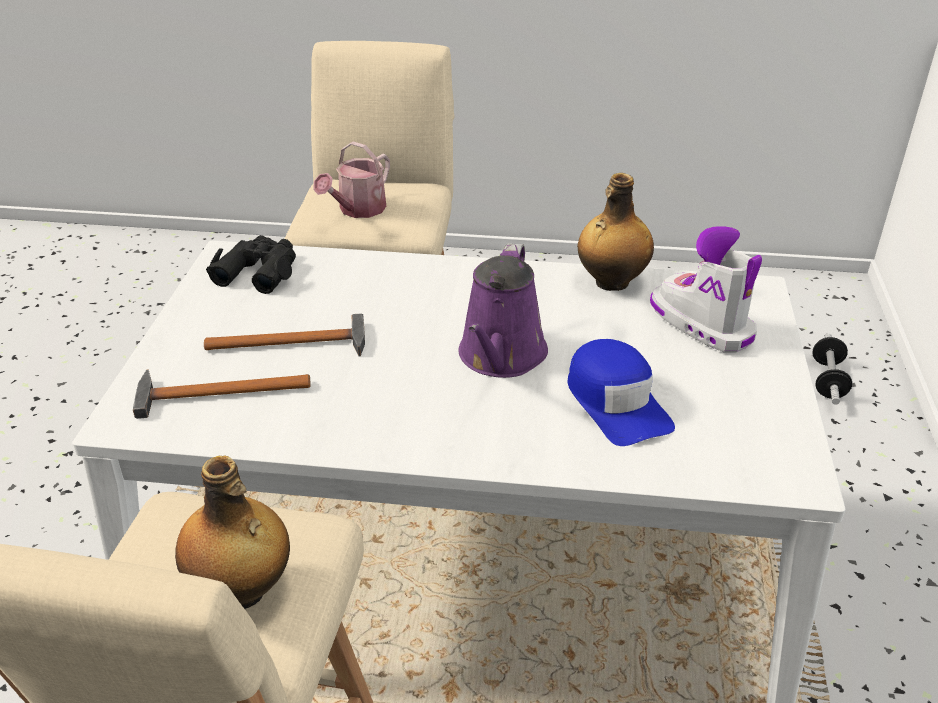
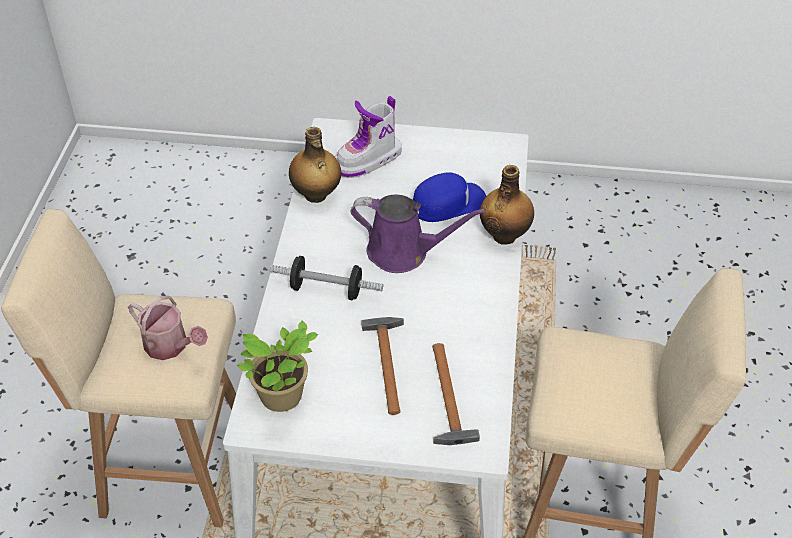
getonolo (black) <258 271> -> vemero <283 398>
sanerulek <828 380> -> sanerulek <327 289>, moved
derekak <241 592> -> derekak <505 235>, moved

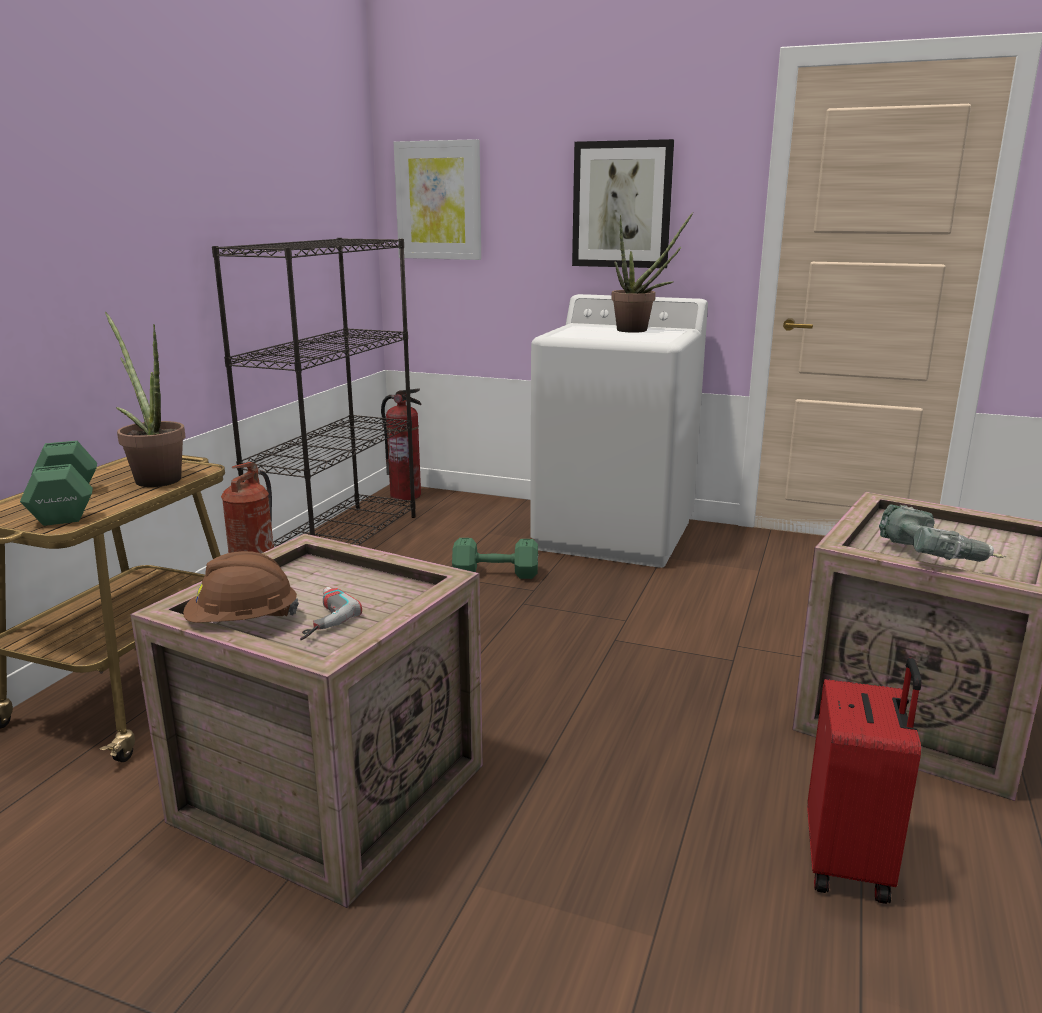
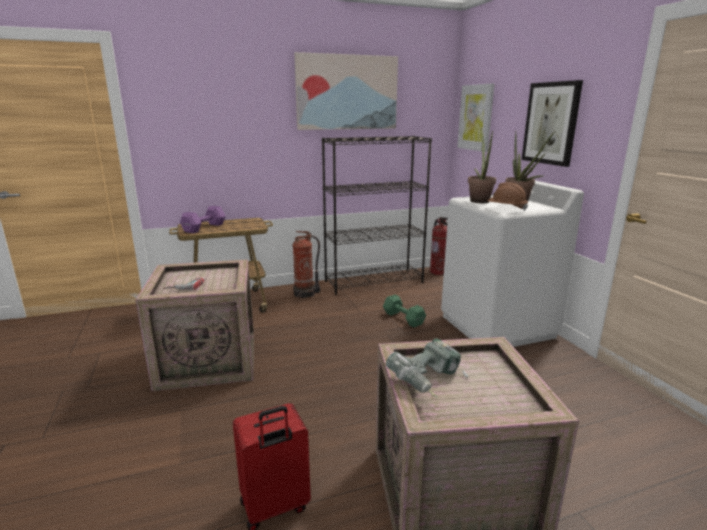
sanerulek (green) <64 506> -> sanerulek (purple) <203 228>
none -> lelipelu <347 92>
vemero <154 478> -> vemero <479 200>, moved
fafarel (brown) <242 623> -> fafarel (brown) <506 209>, moved

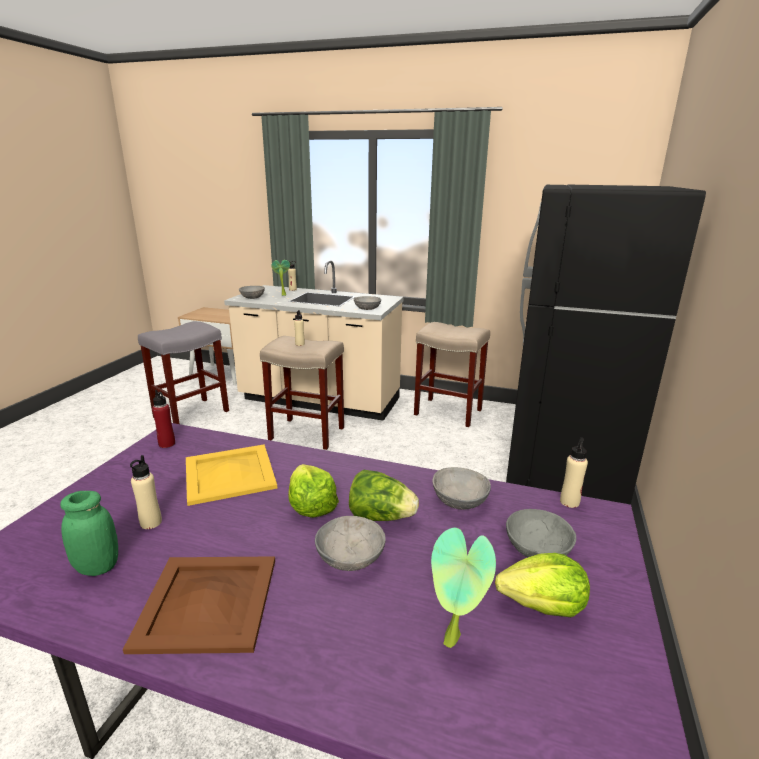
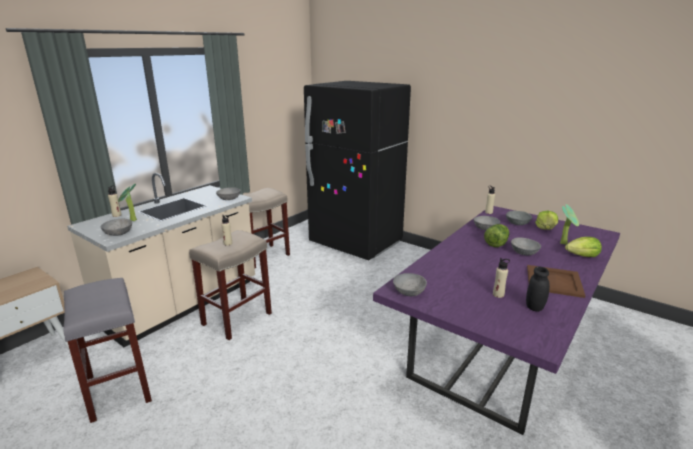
derekak (red) <167 444> -> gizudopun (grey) <409 291>
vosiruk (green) <97 567> -> vosiruk (black) <534 307>
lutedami <311 505> -> lutedami <582 256>, moved
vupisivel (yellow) <230 473> -> none

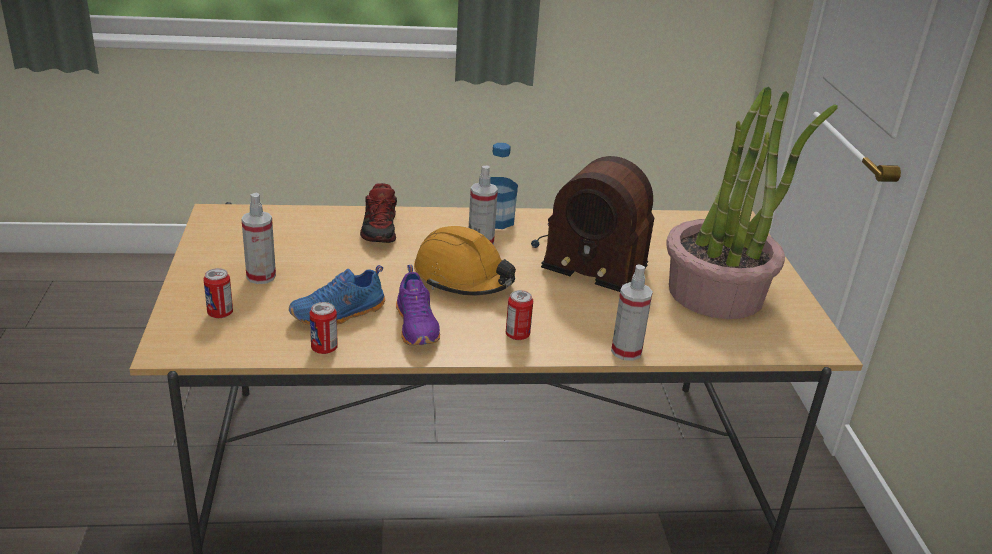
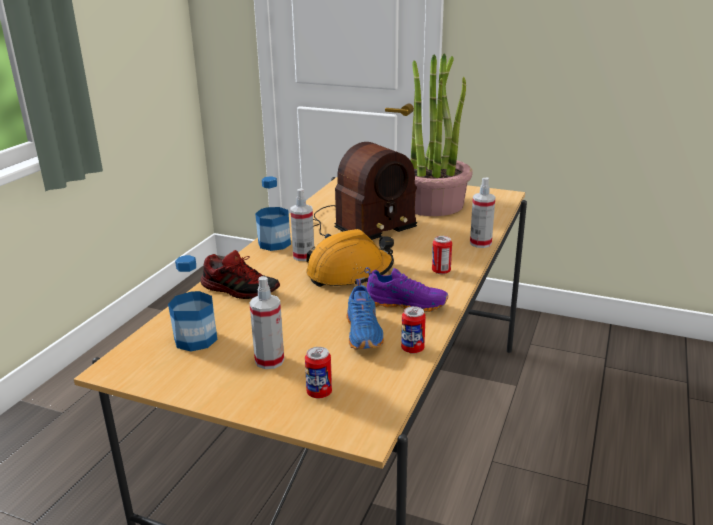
none -> derekak <195 339>

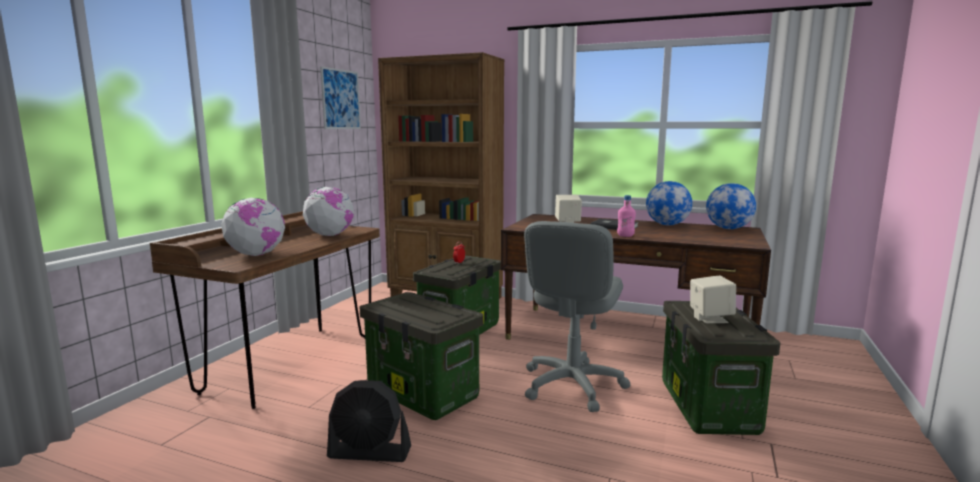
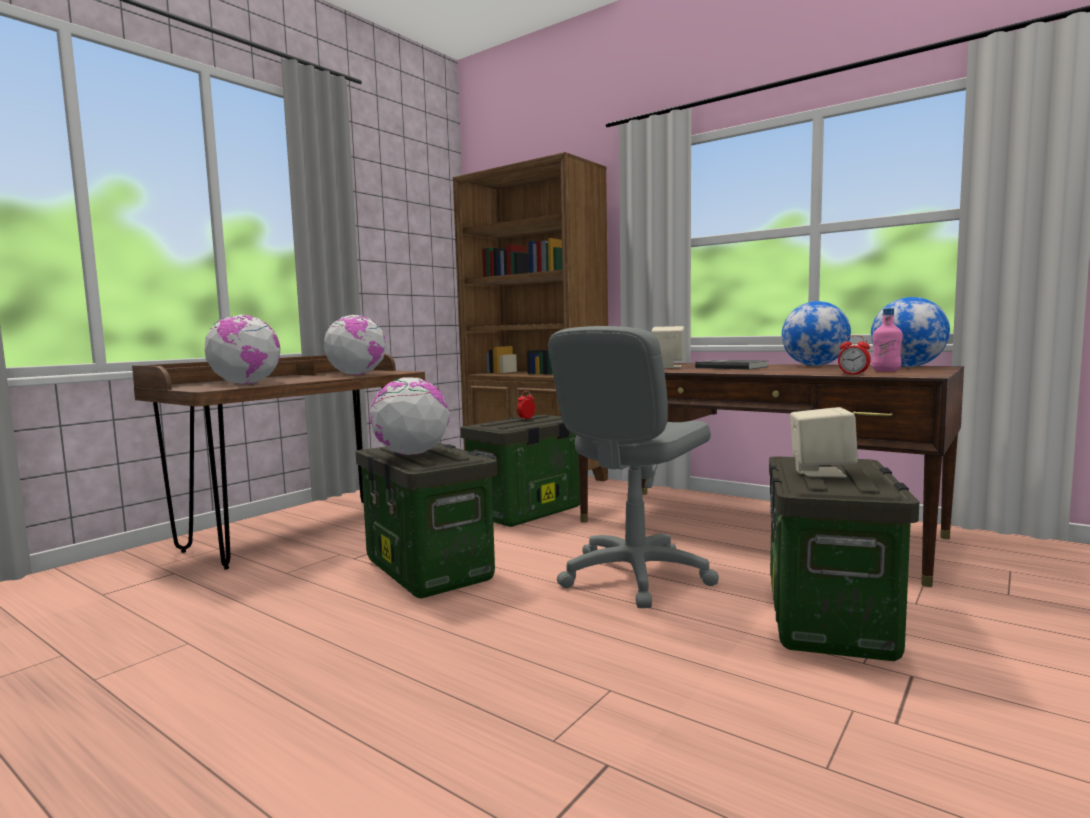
none -> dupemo <411 454>
none -> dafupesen <853 374>
derekak (pink) <625 236> -> derekak (pink) <886 371>, moved
lelipelu <341 99> -> none
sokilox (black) <370 452> -> none

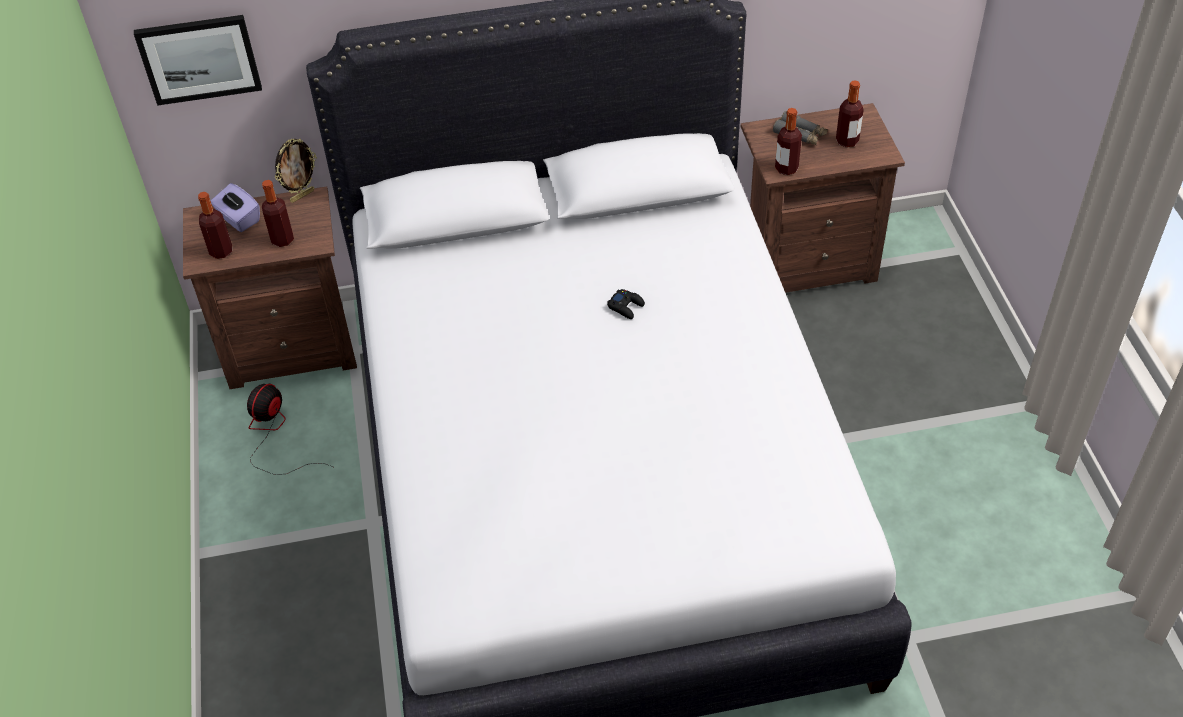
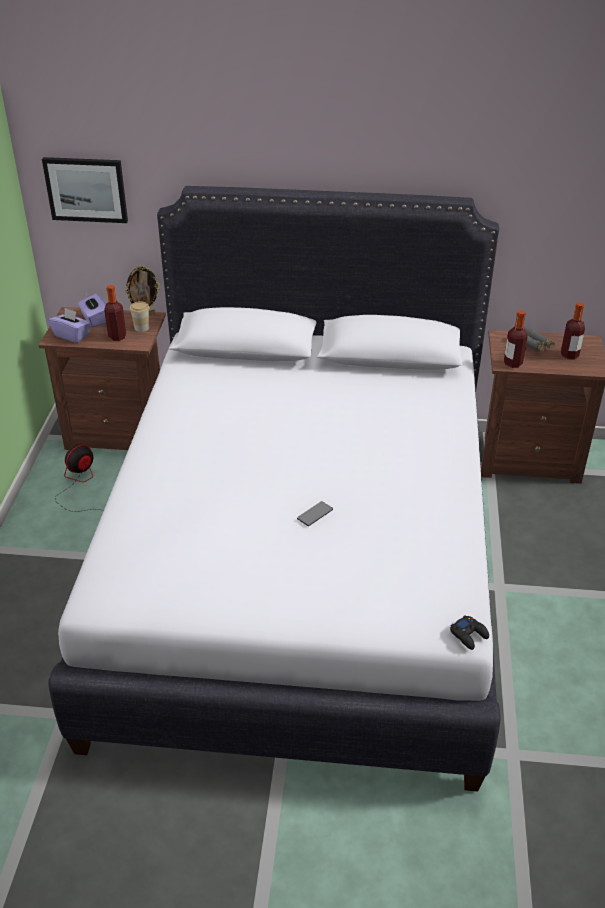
derekak <221 251> -> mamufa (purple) <72 335>
none -> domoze <141 328>
none -> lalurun <315 514>
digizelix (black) <626 306> -> digizelix (black) <469 635>, moved

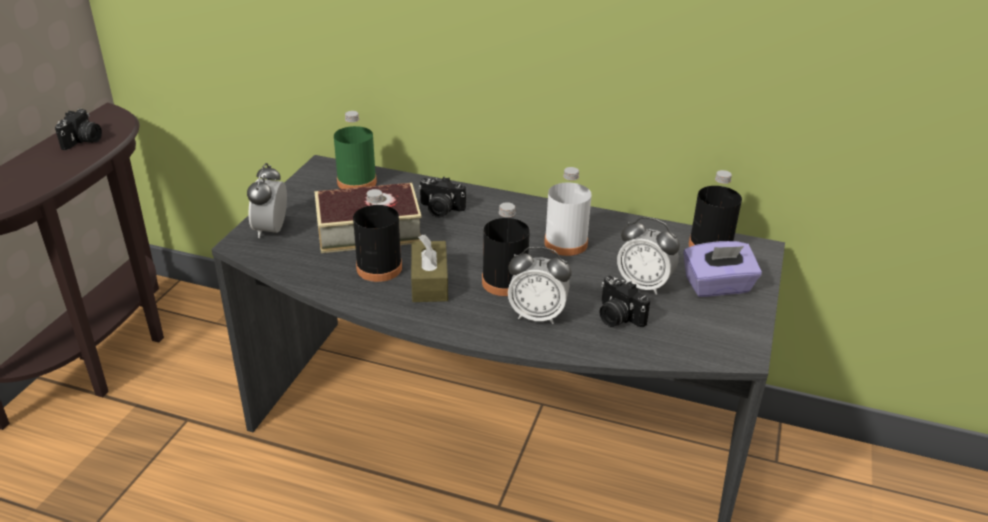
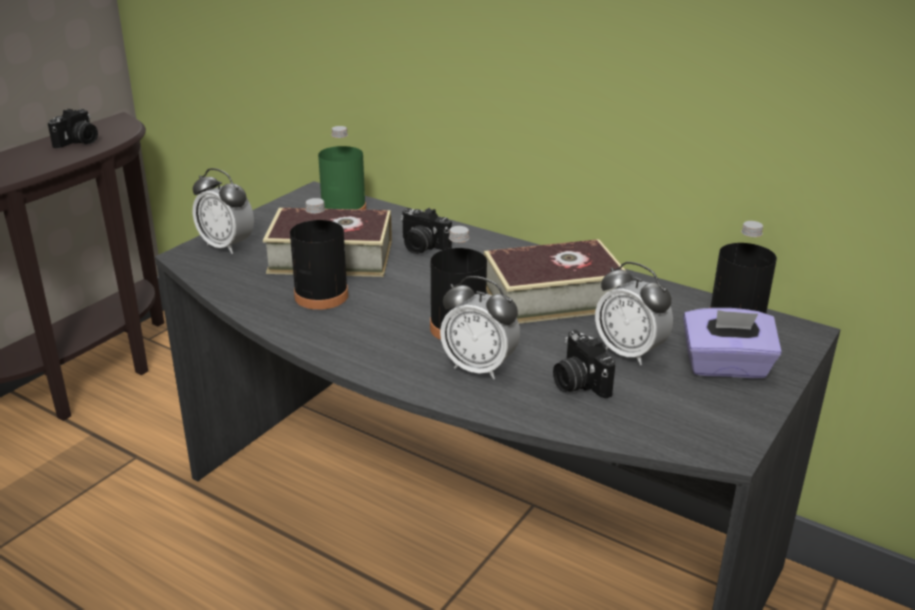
dafupesen <271 230> -> dafupesen <226 246>, 75 degrees counterclockwise
derekak (white) <566 243> -> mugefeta <552 297>
mamufa (brown) <429 282> -> none

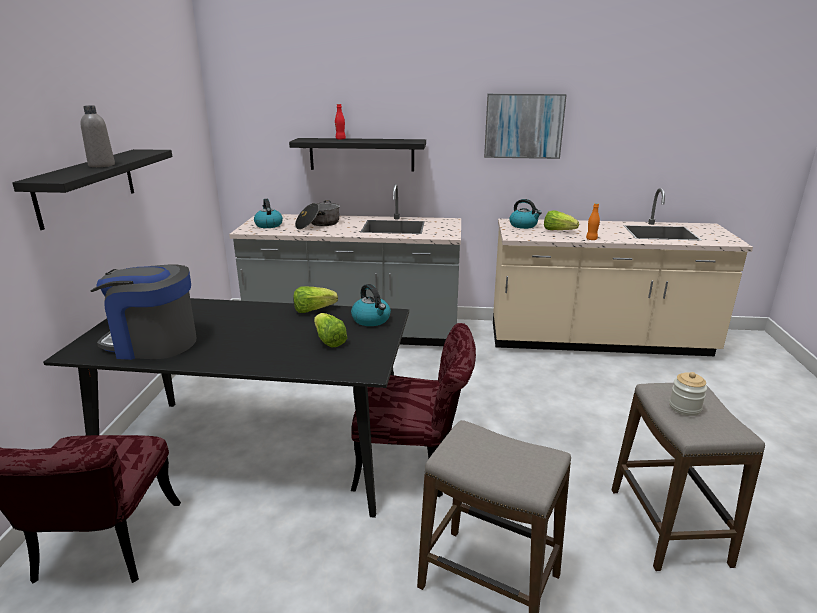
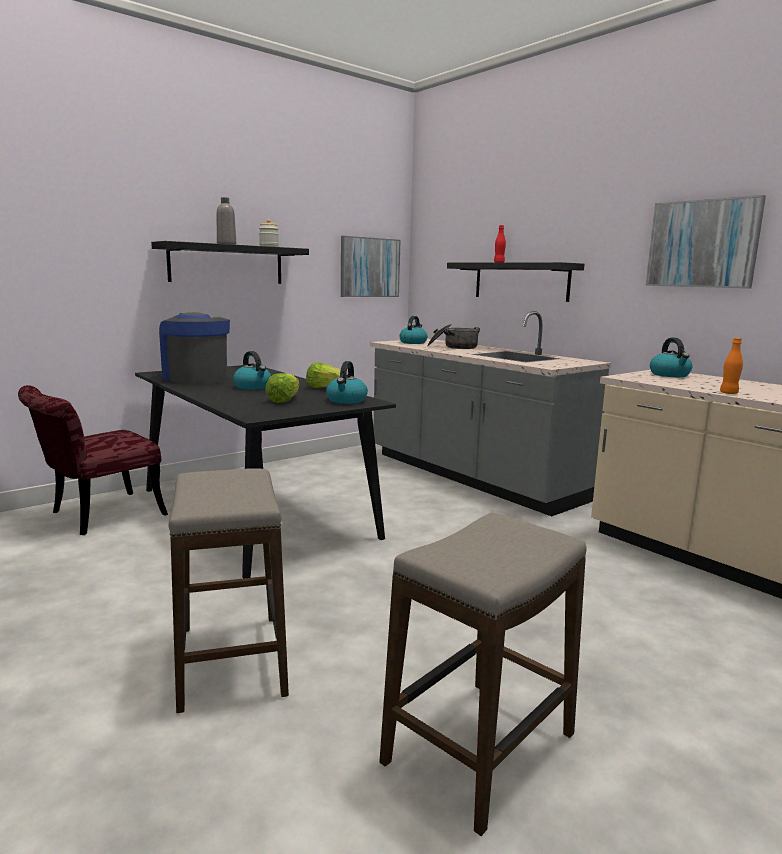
none -> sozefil <253 387>
vosiruk <684 408> -> vosiruk <269 246>, moved
none -> lelipelu <369 267>
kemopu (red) <415 465> -> none
lutedami <558 231> -> none

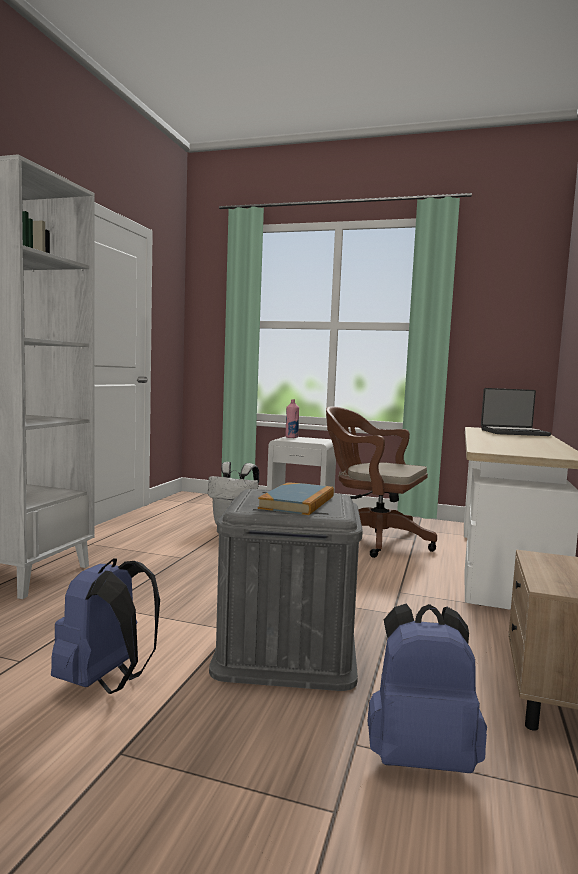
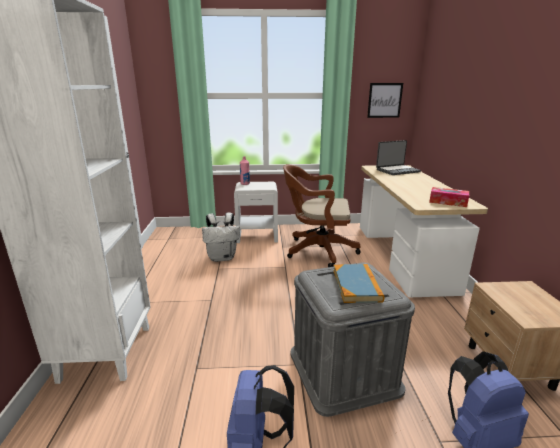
none -> lelipelu <384 100>
none -> mamufa <448 202>

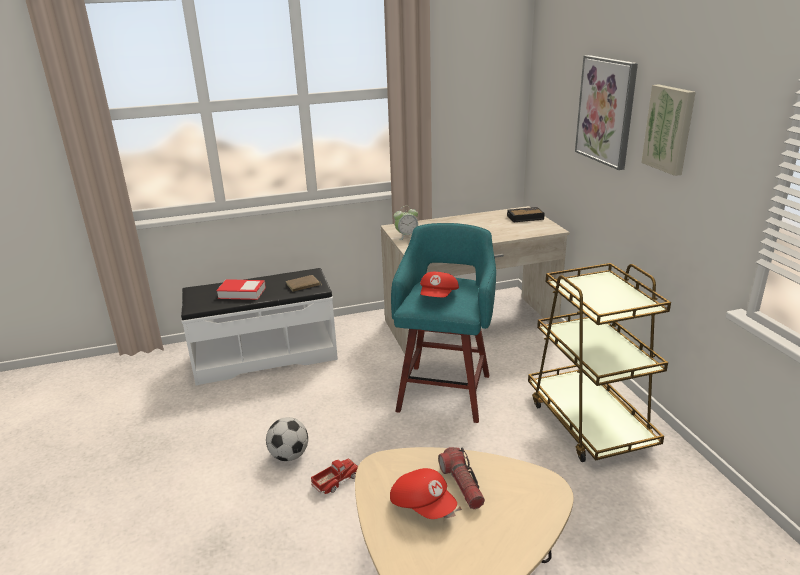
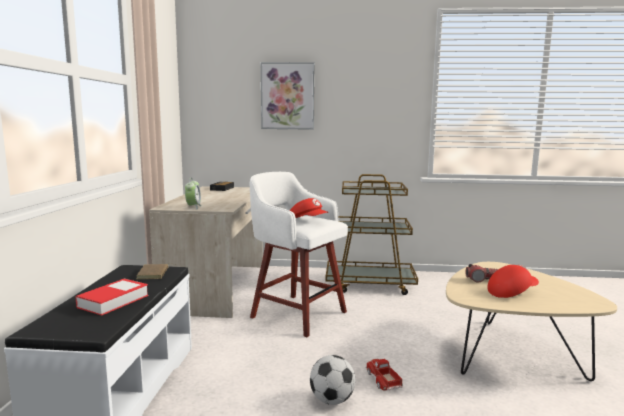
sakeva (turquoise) <445 390> -> sakeva (white) <296 314>
lelipelu <670 129> -> none

